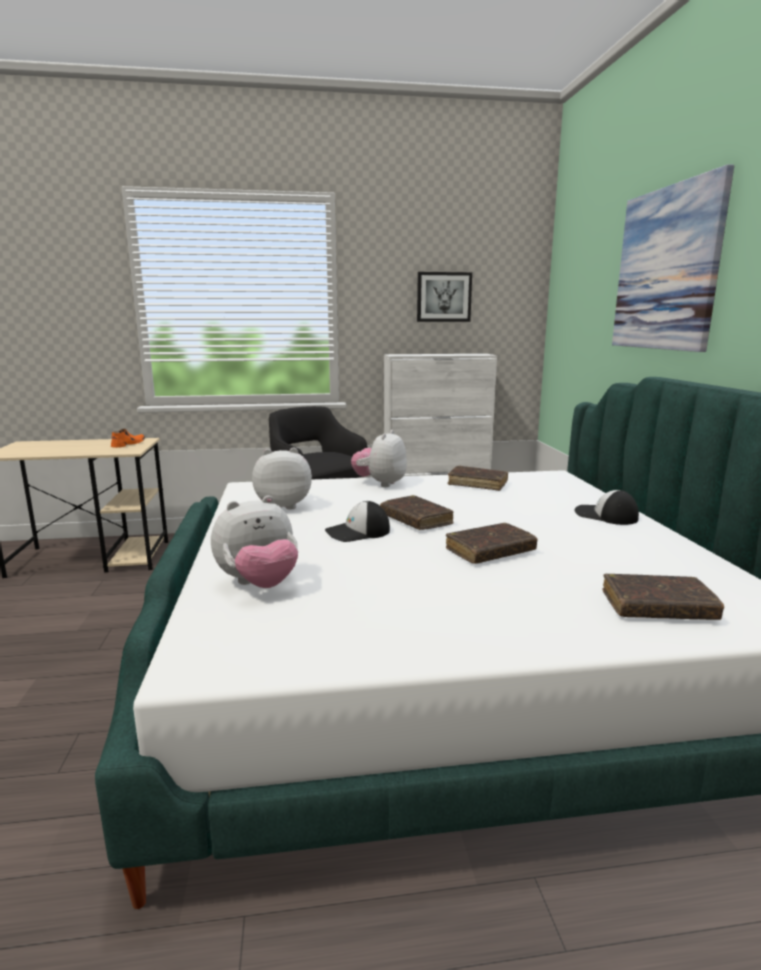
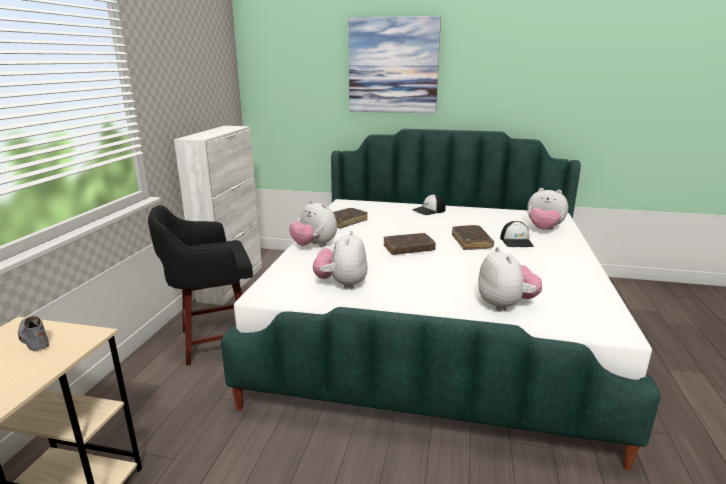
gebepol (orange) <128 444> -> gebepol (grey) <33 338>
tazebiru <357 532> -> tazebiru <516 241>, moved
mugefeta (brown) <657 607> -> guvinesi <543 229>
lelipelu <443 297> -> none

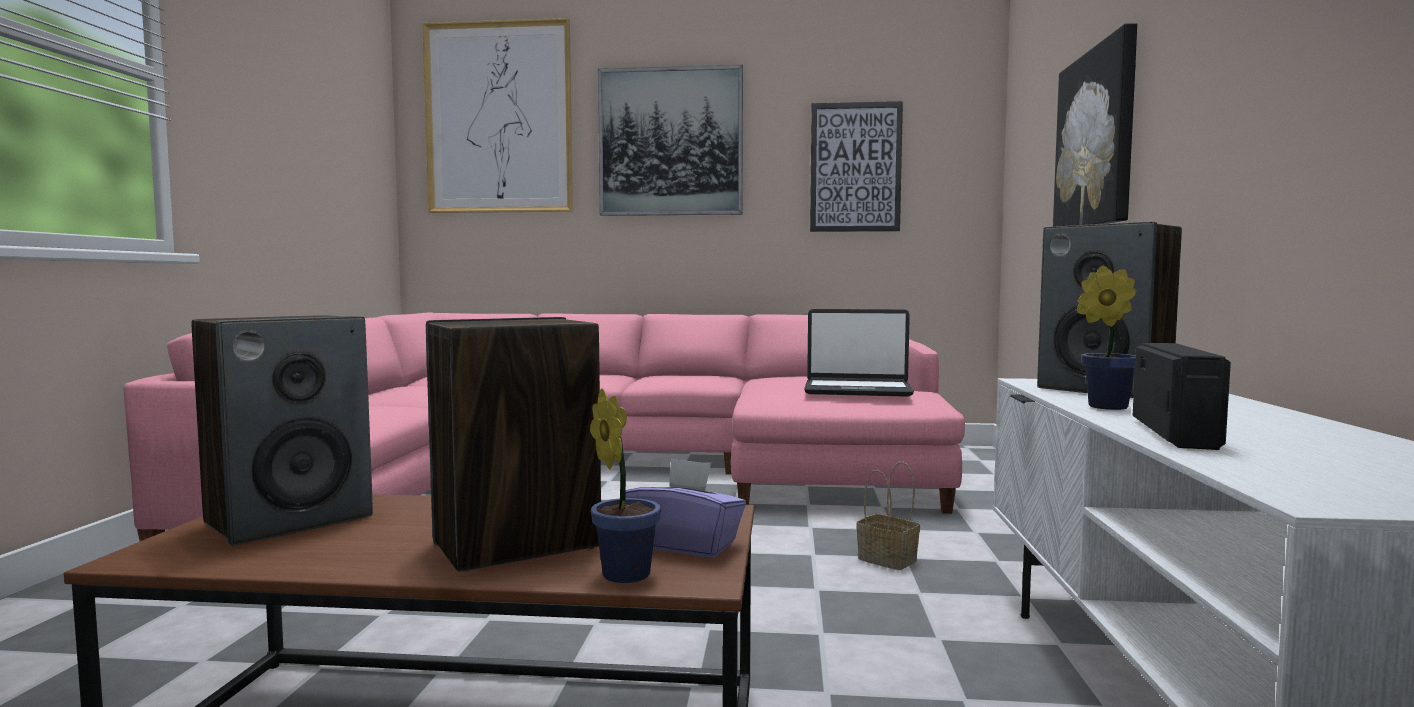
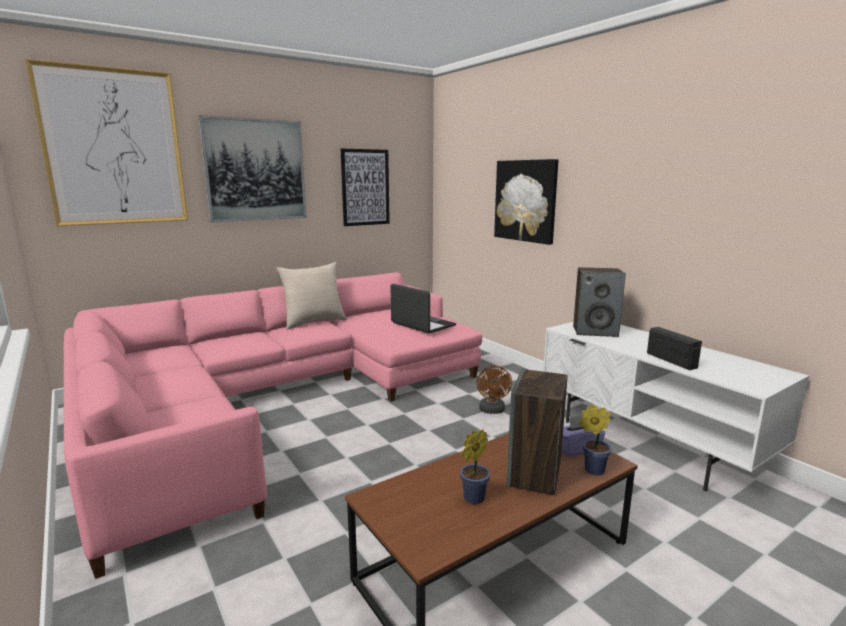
none -> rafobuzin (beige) <314 322>
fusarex <857 390> -> fusarex <422 325>, 105 degrees counterclockwise
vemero <1102 407> -> vemero <471 499>, moved
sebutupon <889 560> -> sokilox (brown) <492 411>
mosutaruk <290 520> -> none

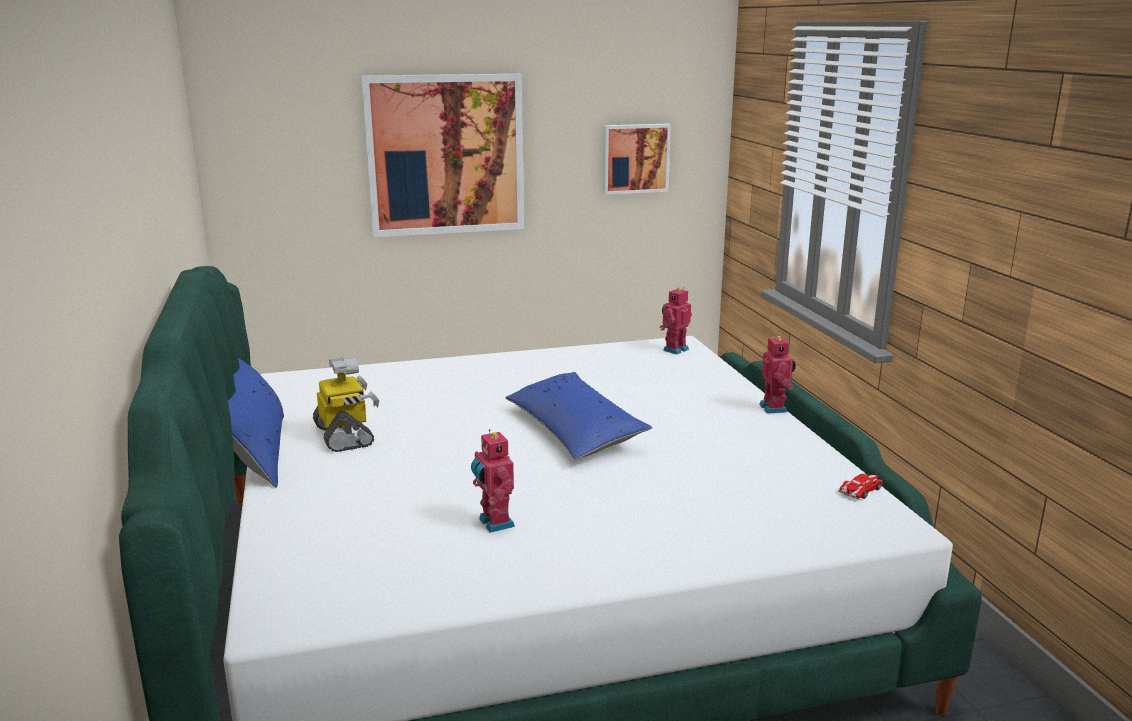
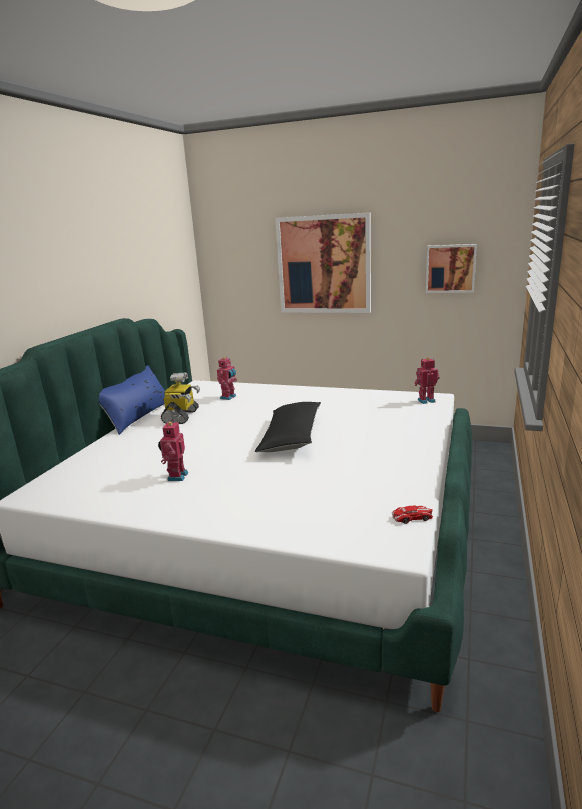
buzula <775 408> -> buzula <229 397>, moved
rafobuzin (blue) <574 430> -> rafobuzin (black) <291 437>

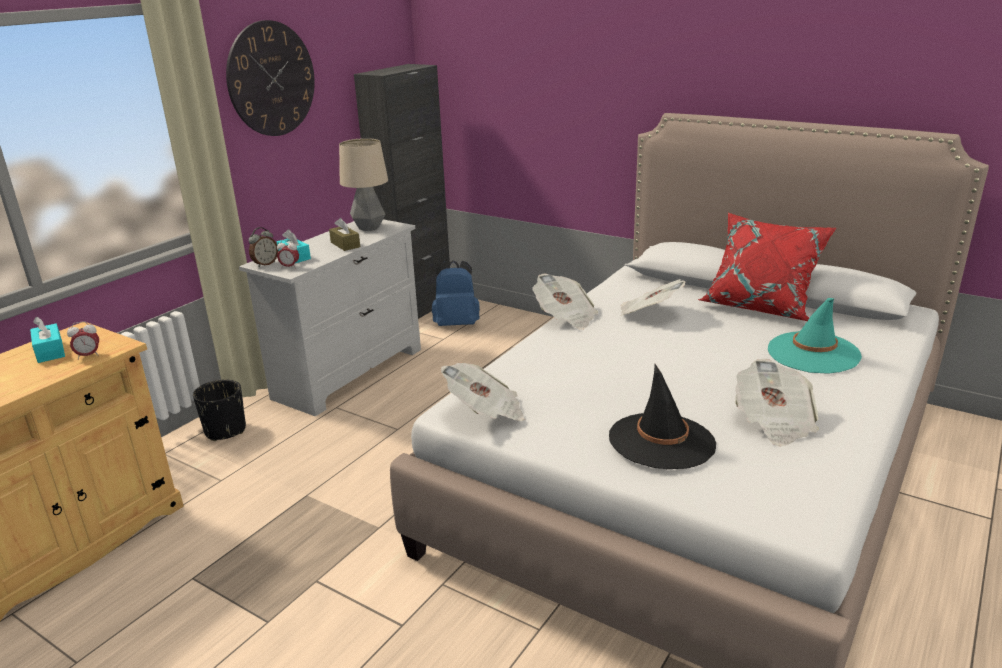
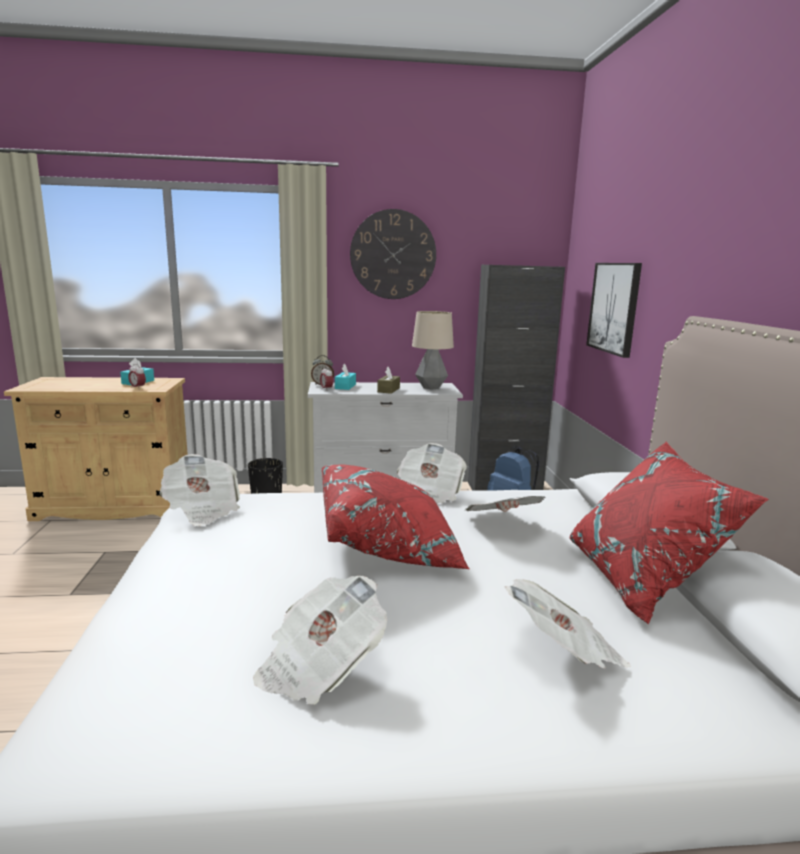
none -> rafobuzin (red) <388 546>
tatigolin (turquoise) <813 353> -> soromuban <563 652>
none -> lelipelu <614 307>
tatigolin (black) <661 441> -> none

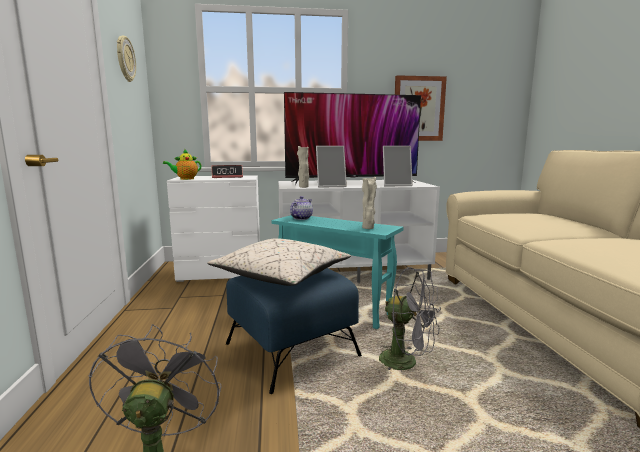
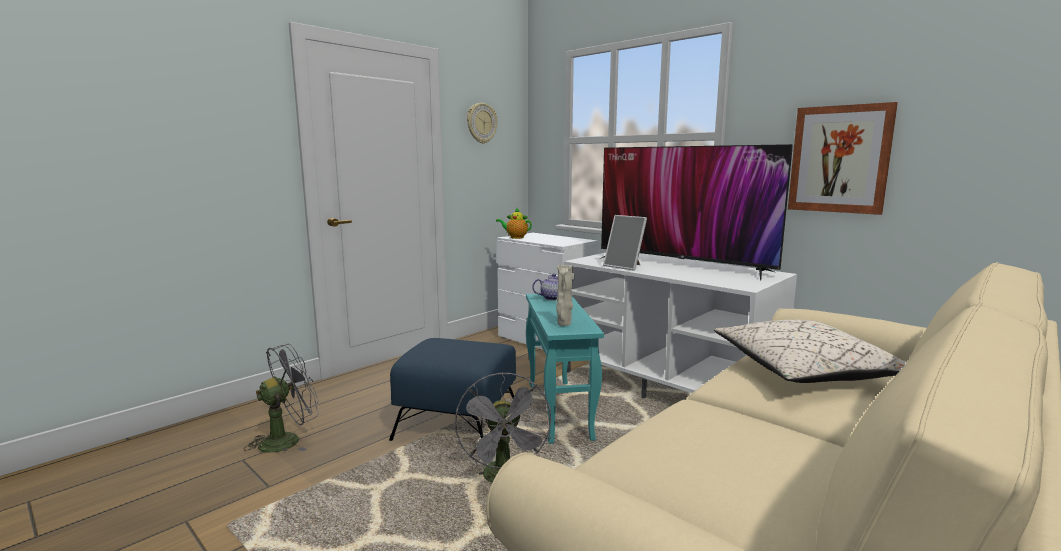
rafobuzin (beige) <281 276> -> rafobuzin (beige) <804 371>, moved
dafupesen <227 177> -> none
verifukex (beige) <303 187> -> none
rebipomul <396 185> -> none

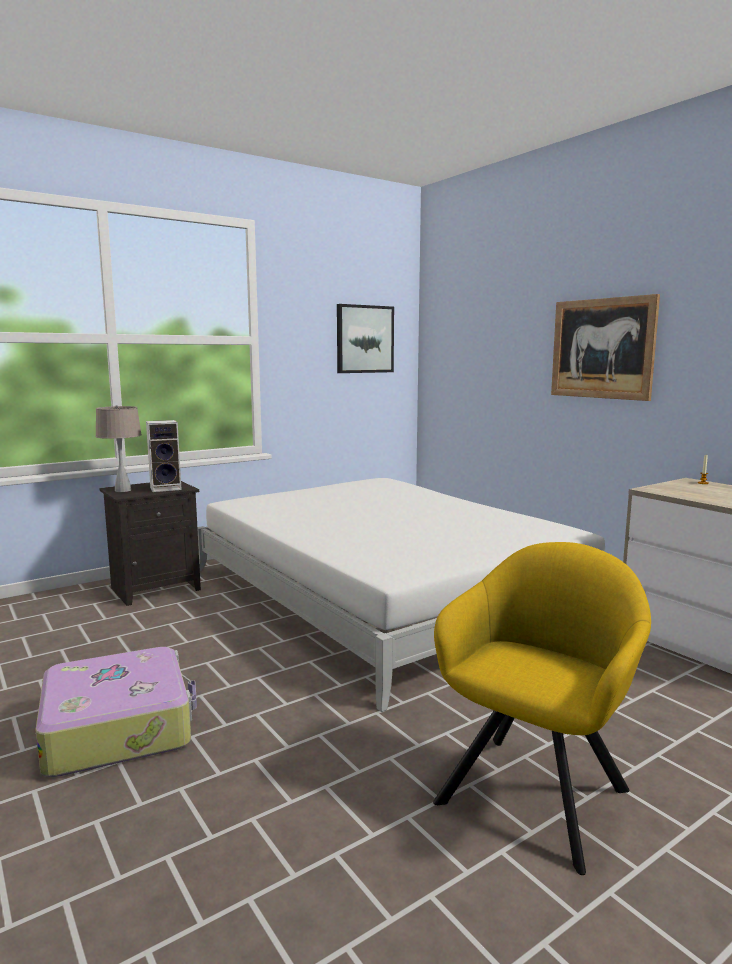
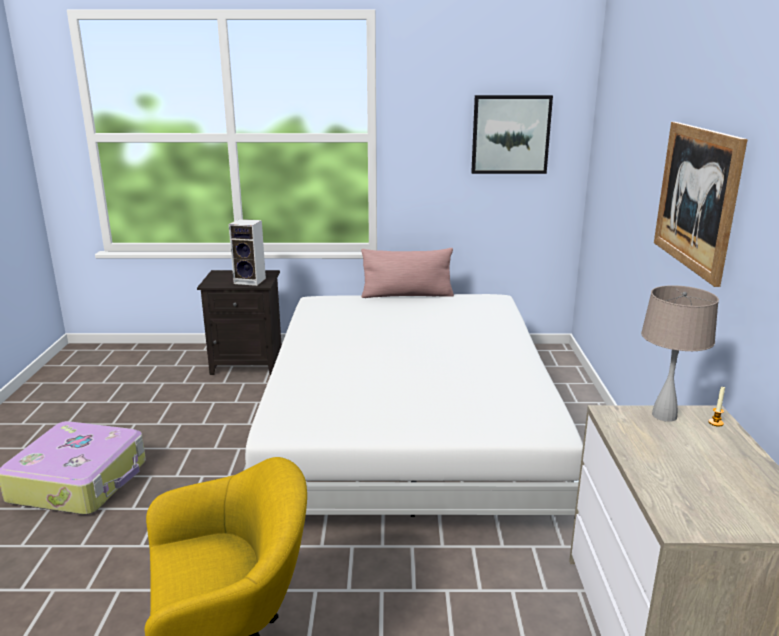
none -> rafobuzin (pink) <407 295>
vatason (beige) <123 490> -> vatason (beige) <664 416>, moved

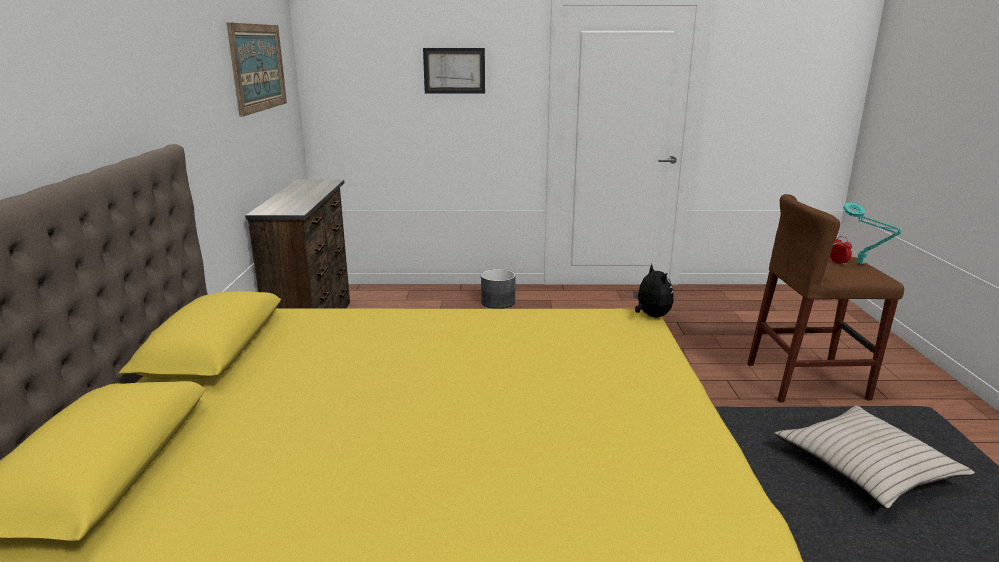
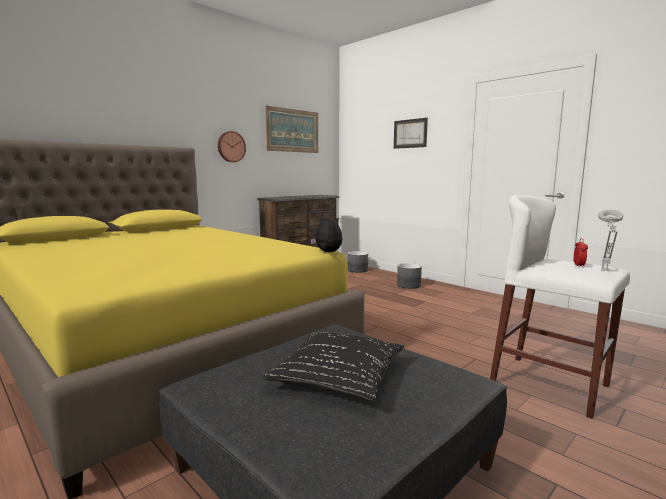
none -> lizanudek <231 146>
rafobuzin (beige) <865 467> -> rafobuzin (black) <338 376>
guvinesi <651 316> -> guvinesi <327 252>, 90 degrees counterclockwise
none -> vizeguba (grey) <357 270>
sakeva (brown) <807 381> -> sakeva (white) <549 384>
vatason (turquoise) <862 264> -> vatason (grey) <605 270>

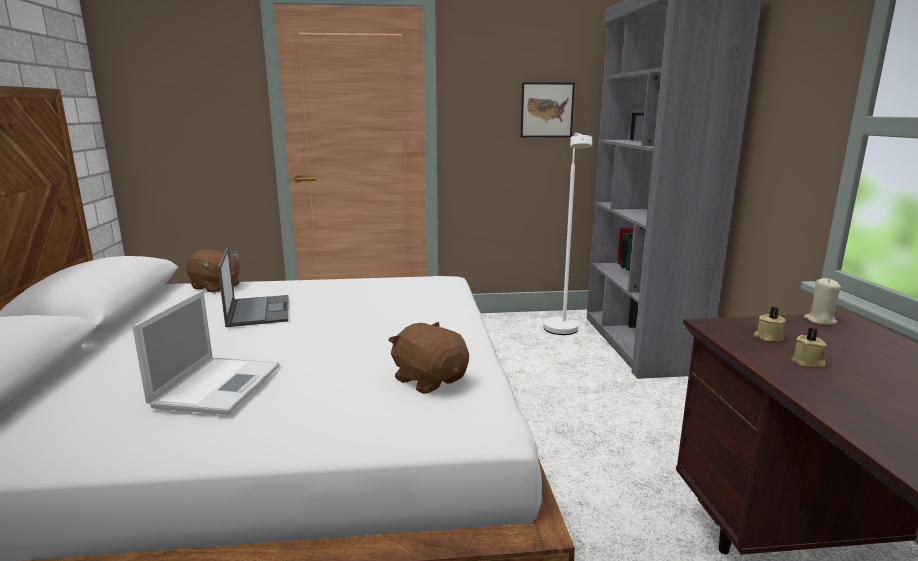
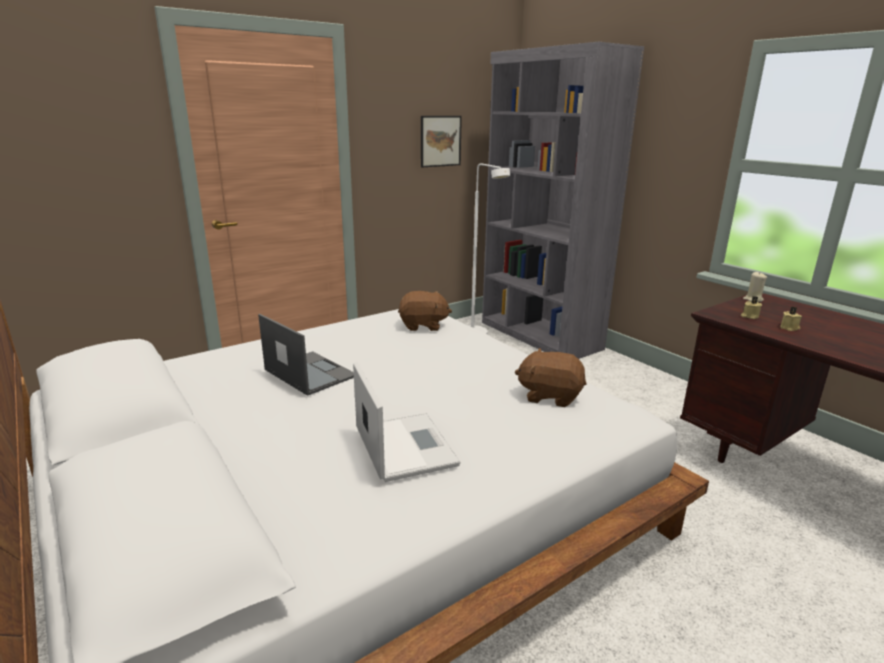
guvinesi (brown) <215 287> -> guvinesi (brown) <423 326>, moved

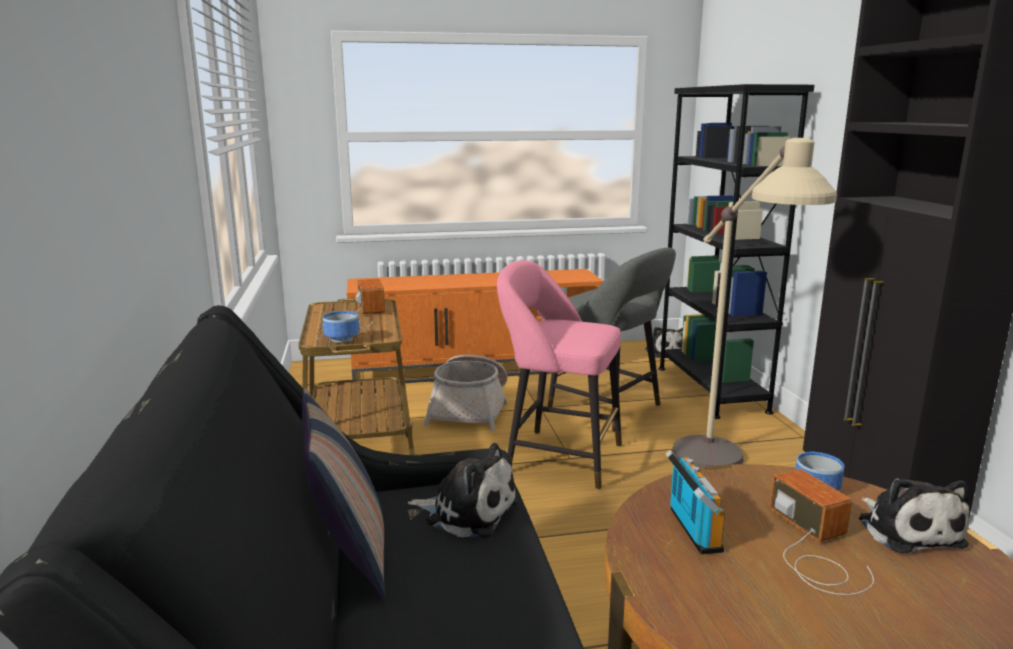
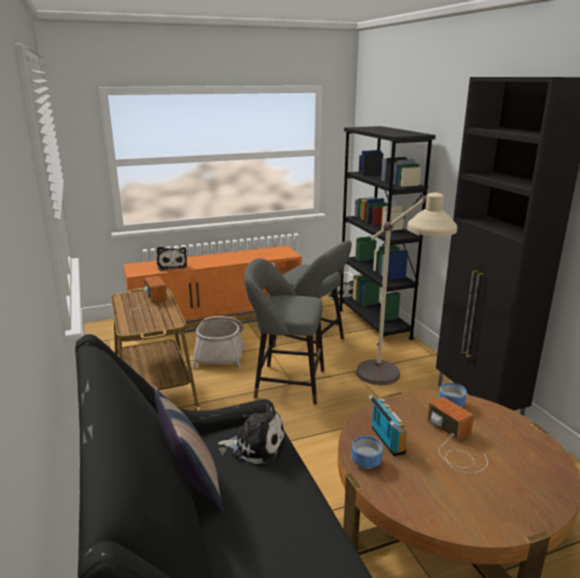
guvinesi <907 530> -> guvinesi <172 266>, moved
sakeva (pink) <557 457> -> sakeva (grey) <285 383>
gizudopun <343 339> -> gizudopun <367 462>, moved

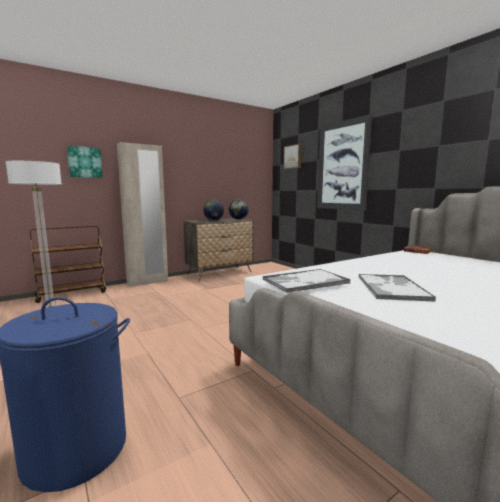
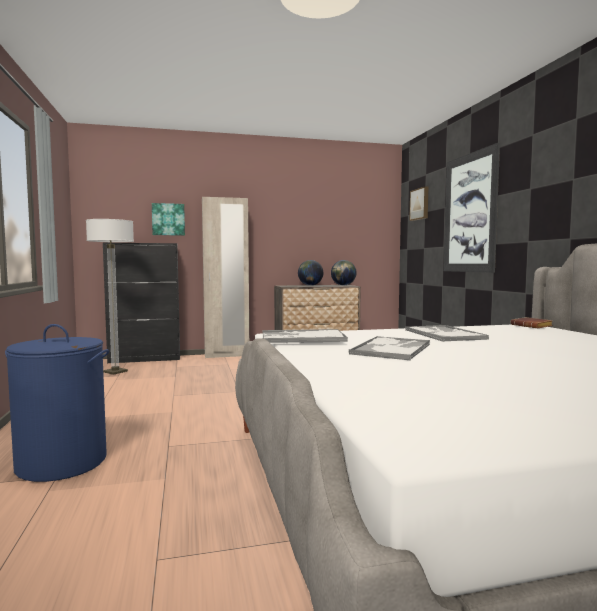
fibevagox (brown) <72 294> -> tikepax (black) <145 359>
none -> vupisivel <443 334>

